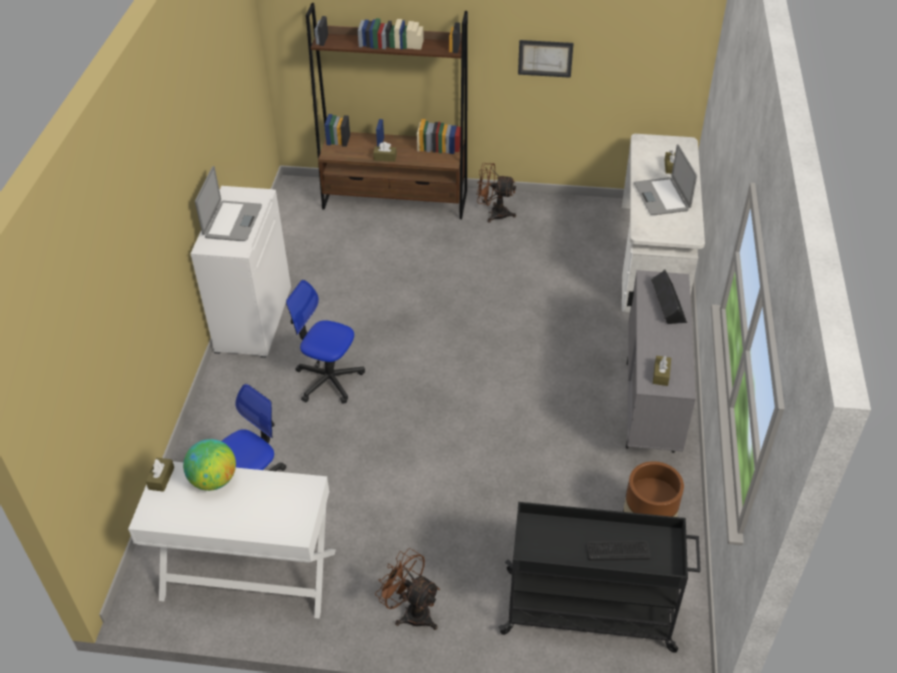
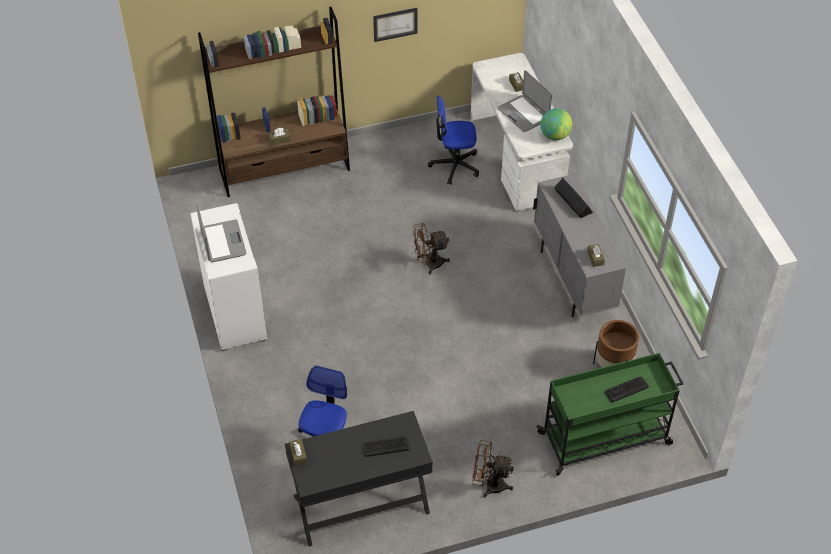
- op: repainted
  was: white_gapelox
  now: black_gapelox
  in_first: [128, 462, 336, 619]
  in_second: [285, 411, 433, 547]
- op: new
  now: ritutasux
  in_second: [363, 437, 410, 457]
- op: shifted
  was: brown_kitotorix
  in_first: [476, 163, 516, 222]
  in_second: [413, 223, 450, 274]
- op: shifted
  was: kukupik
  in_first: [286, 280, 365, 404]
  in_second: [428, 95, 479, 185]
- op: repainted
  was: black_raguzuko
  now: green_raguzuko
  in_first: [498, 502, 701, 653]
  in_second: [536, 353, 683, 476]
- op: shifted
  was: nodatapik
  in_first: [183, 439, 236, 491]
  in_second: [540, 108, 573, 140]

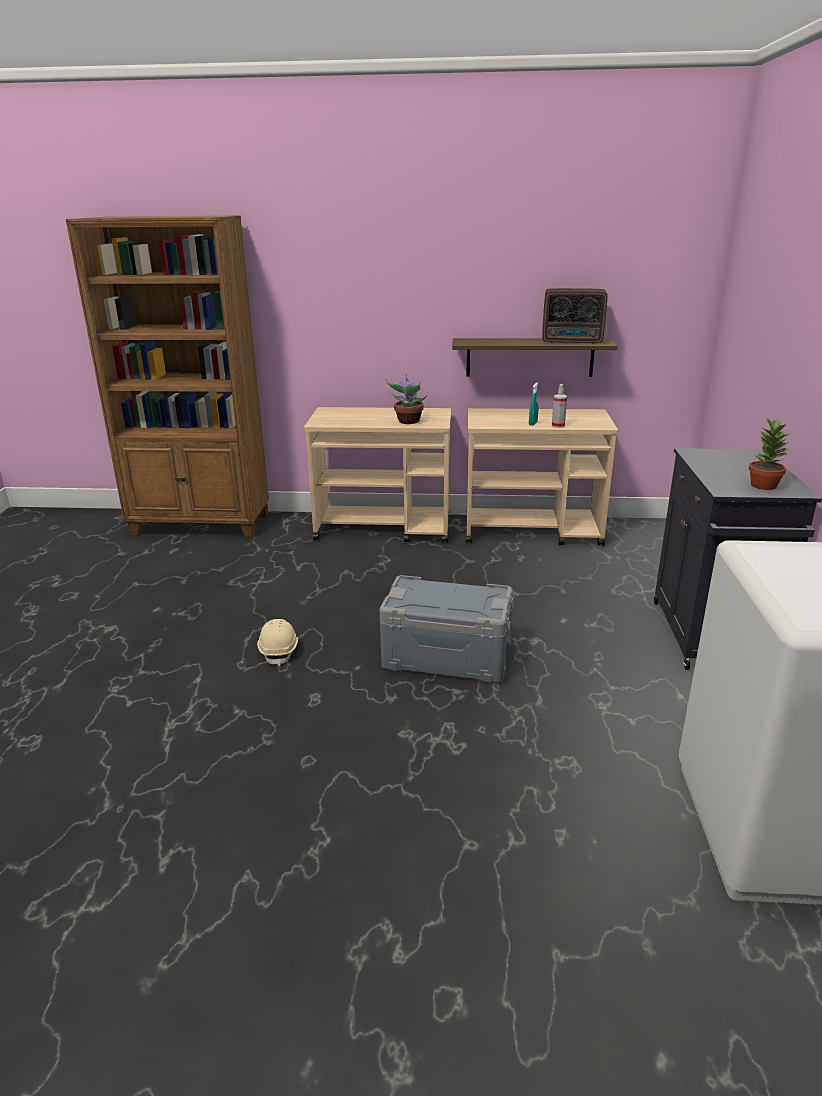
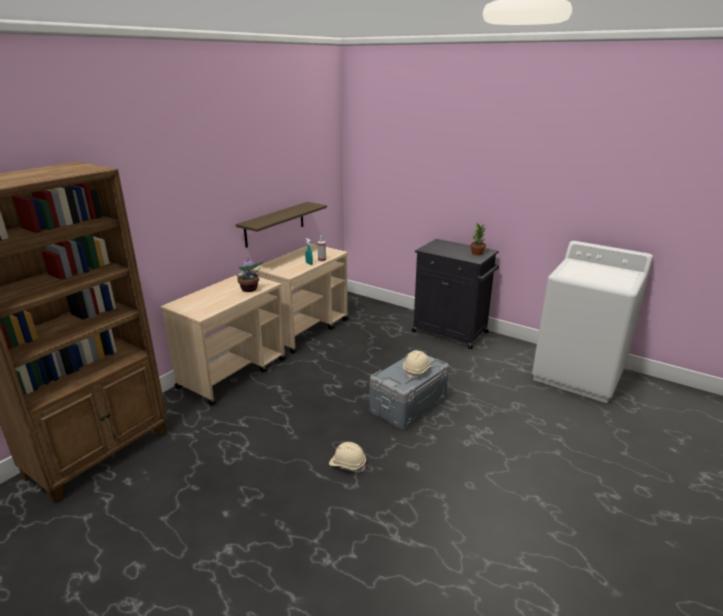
- op: new
  now: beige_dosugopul
  in_second: [403, 351, 431, 380]
- op: gone
  was: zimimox
  in_first: [542, 288, 608, 344]

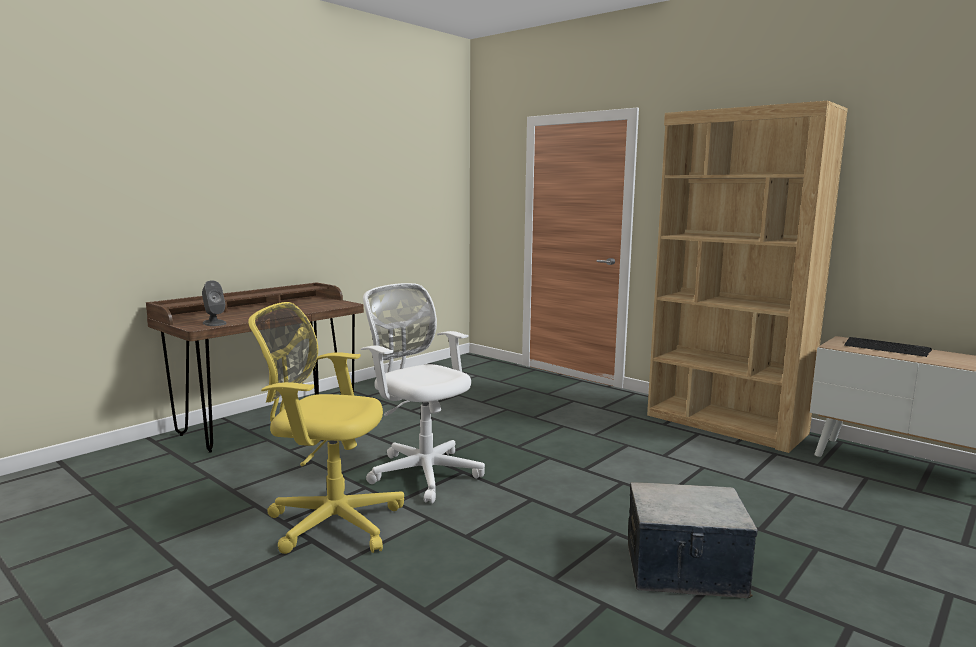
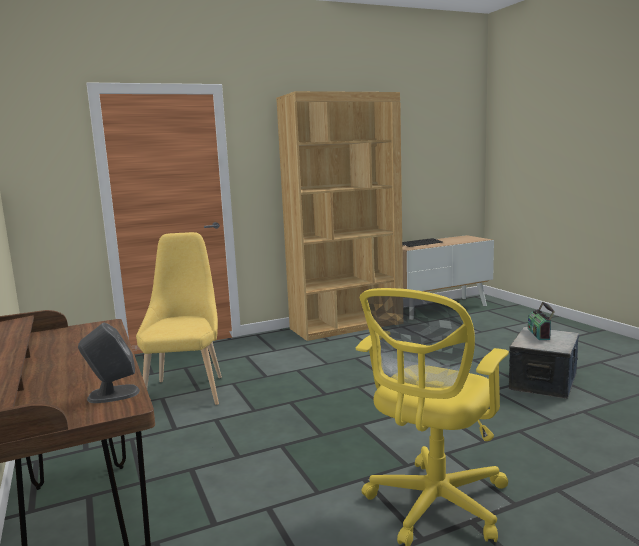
- op: new
  now: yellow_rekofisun
  in_second: [136, 232, 222, 405]
- op: new
  now: zimimox
  in_second: [528, 302, 555, 340]
- op: gone
  was: white_kukupik
  in_first: [361, 283, 485, 503]

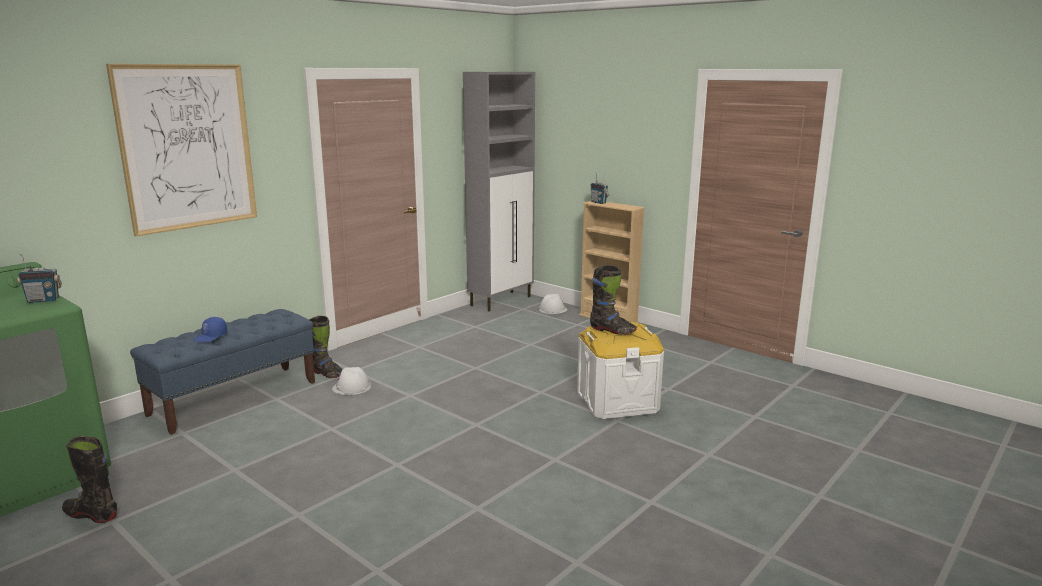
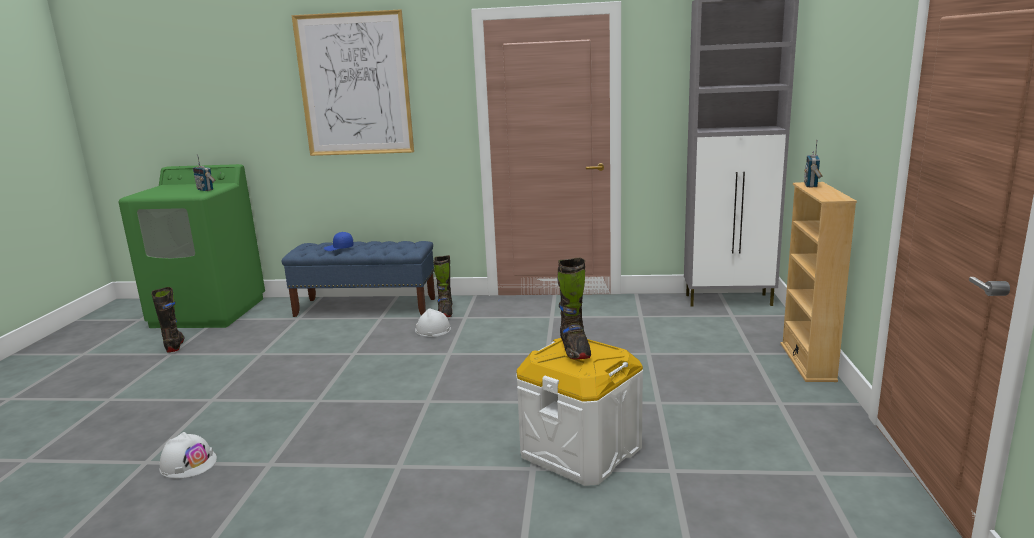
- op: shifted
  was: white_dosugopul
  in_first: [539, 294, 568, 314]
  in_second: [159, 432, 217, 478]

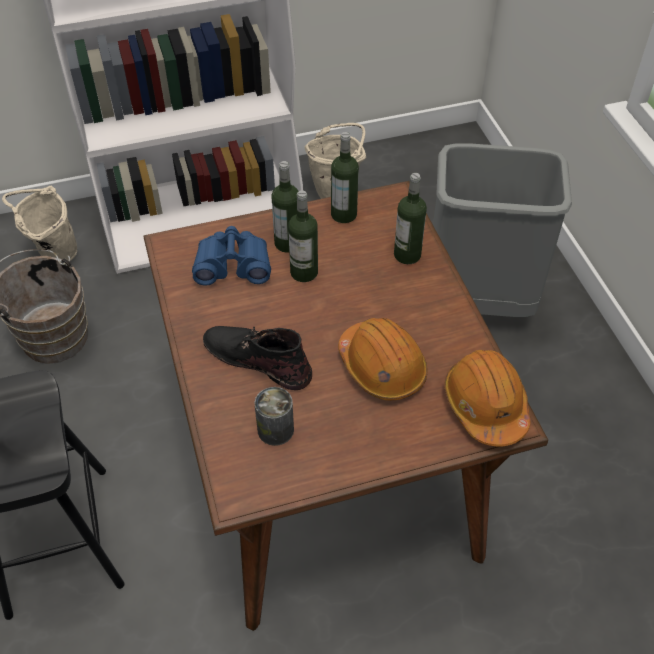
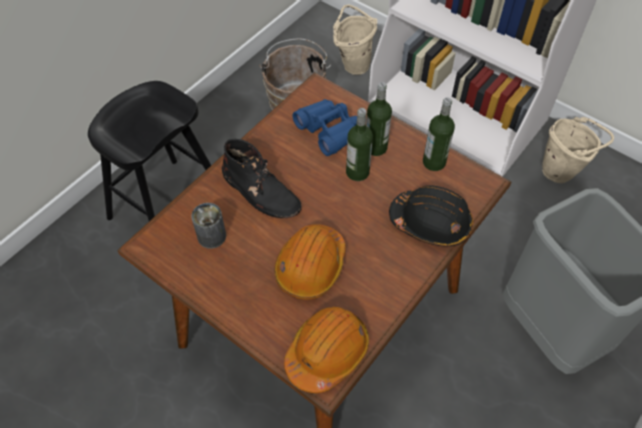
- op: rotated
  was: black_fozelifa
  in_first: [203, 326, 312, 390]
  in_second: [222, 139, 302, 218]
  clockwise: 135
- op: swapped
  was: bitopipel
  now: black_dosugopul
  in_first: [394, 173, 427, 264]
  in_second: [389, 185, 473, 247]

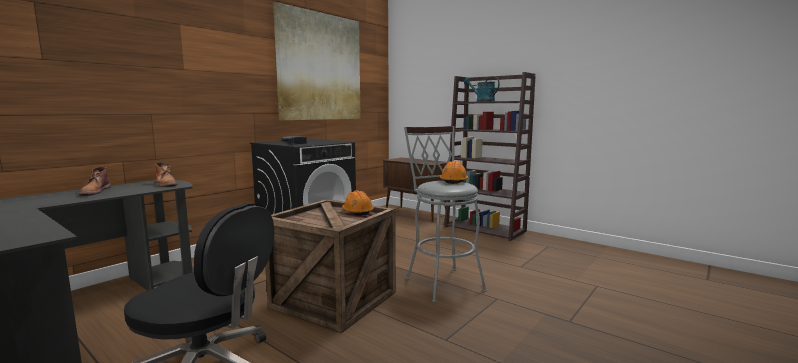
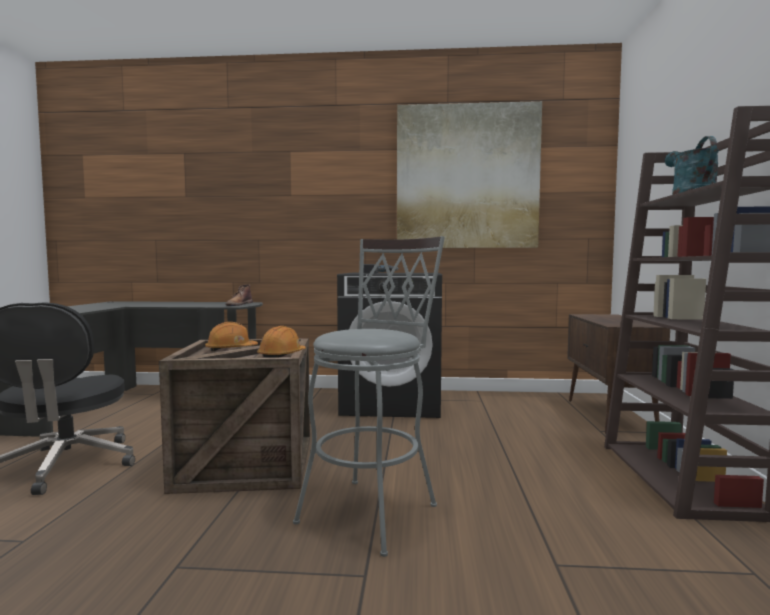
- op: shifted
  was: orange_dosugopul
  in_first: [440, 160, 468, 184]
  in_second: [205, 322, 258, 351]
- op: gone
  was: brown_fozelifa
  in_first: [78, 167, 111, 196]

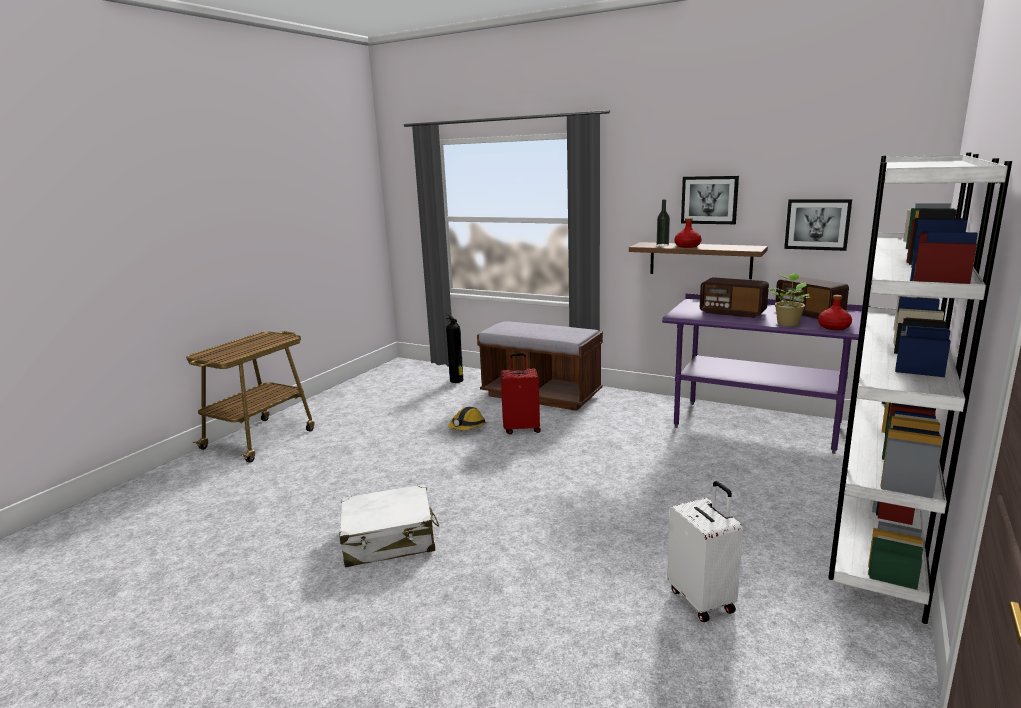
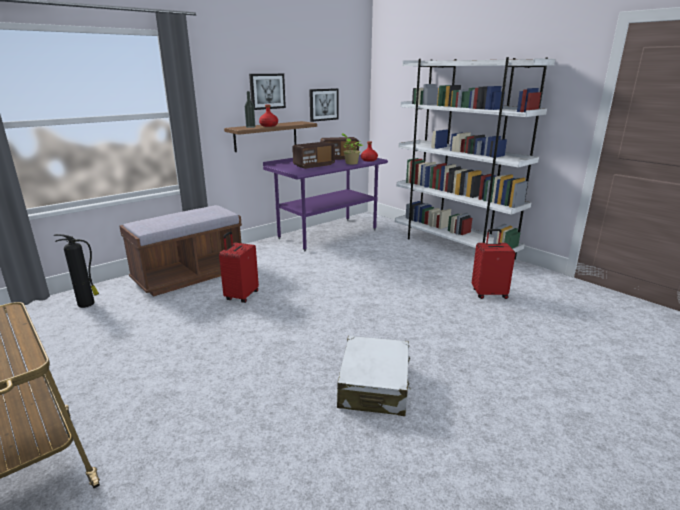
- op: repainted
  was: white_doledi
  now: red_doledi
  in_first: [667, 481, 743, 622]
  in_second: [472, 229, 515, 299]
- op: gone
  was: dosugopul
  in_first: [448, 407, 487, 430]

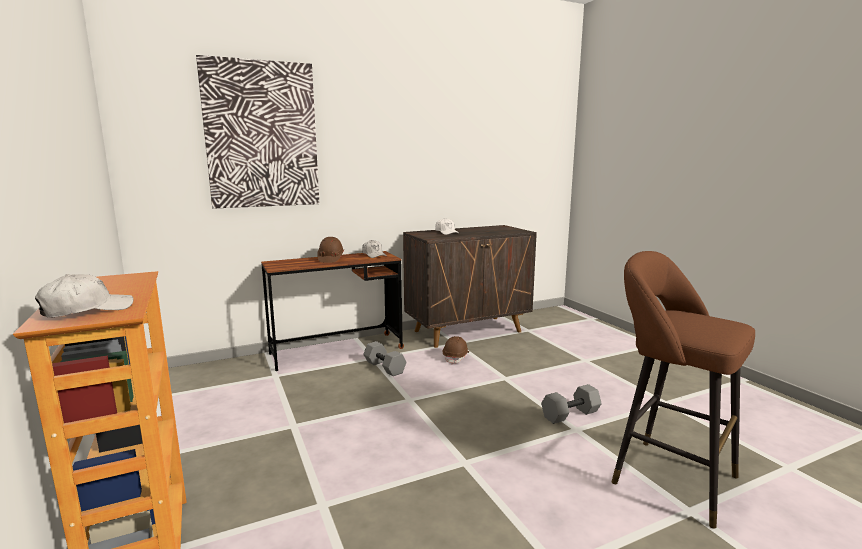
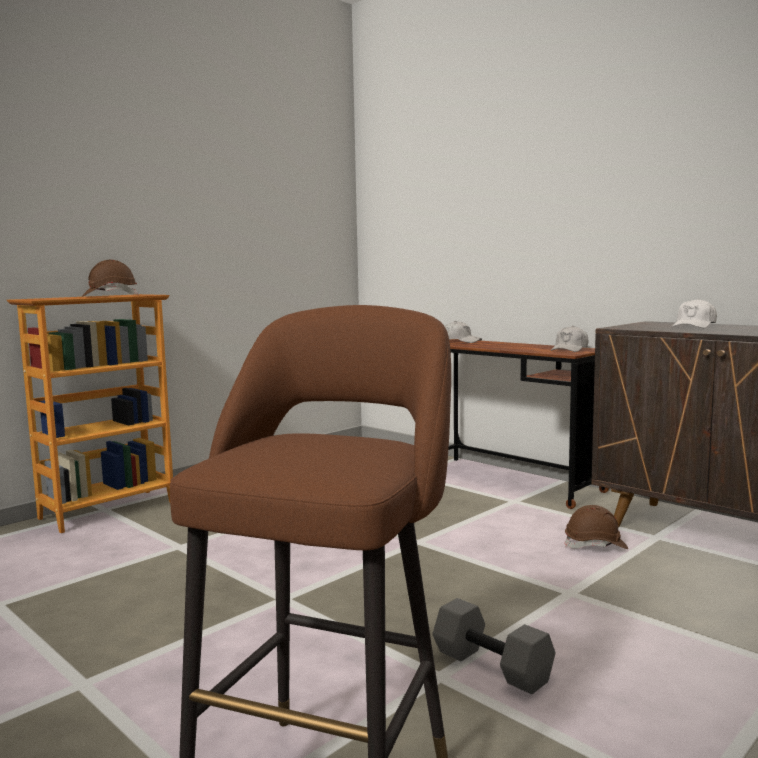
- op: shifted
  was: brown_dosugopul
  in_first: [317, 237, 344, 263]
  in_second: [82, 260, 138, 297]
- op: shifted
  was: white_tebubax
  in_first: [35, 274, 133, 317]
  in_second: [445, 321, 482, 343]
- op: gone
  was: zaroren
  in_first: [196, 55, 319, 209]
- op: gone
  was: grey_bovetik
  in_first: [363, 341, 406, 376]

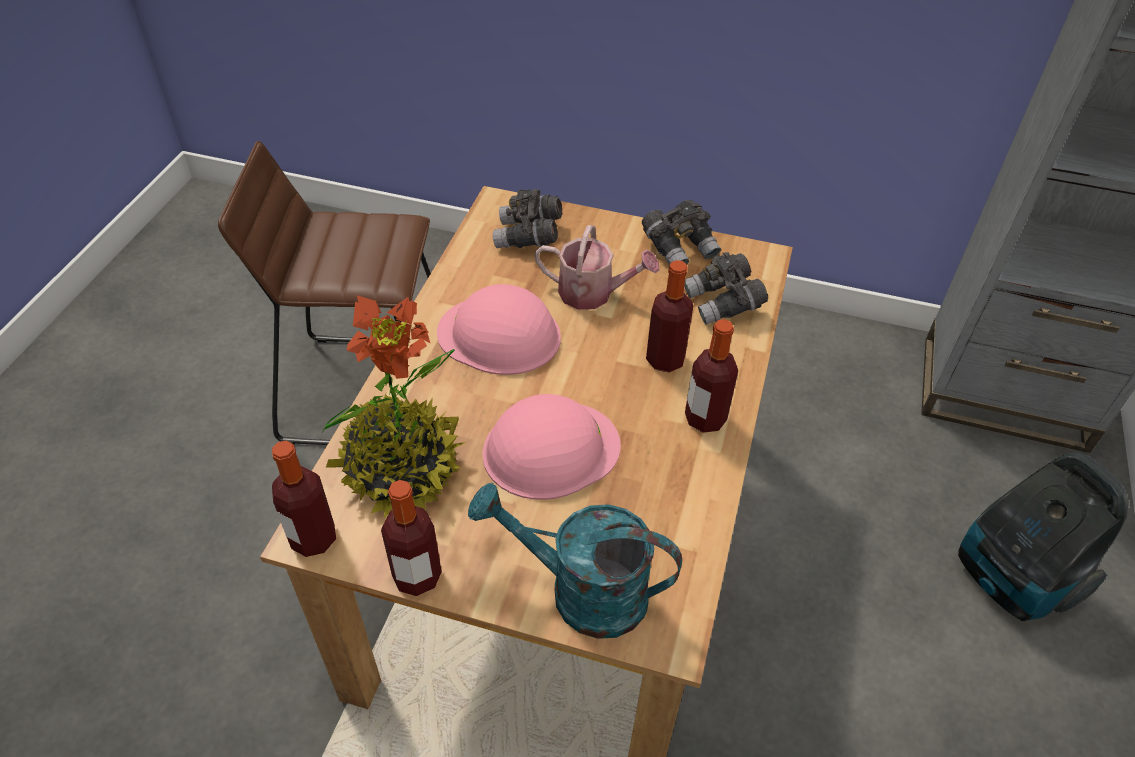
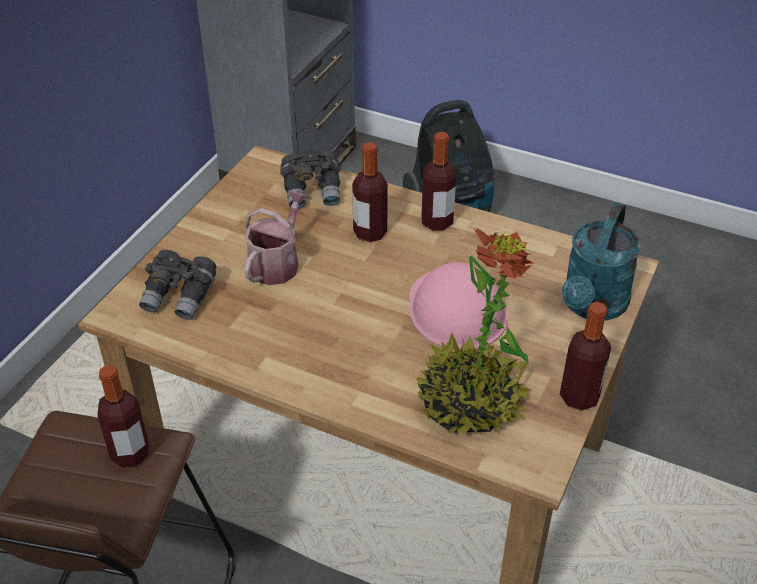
- op: shifted
  was: bitopipel
  in_first: [272, 441, 336, 557]
  in_second: [97, 365, 149, 468]
- op: gone
  was: pink_dosugopul
  in_first: [437, 284, 561, 375]
- op: gone
  was: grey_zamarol
  in_first: [642, 200, 721, 265]

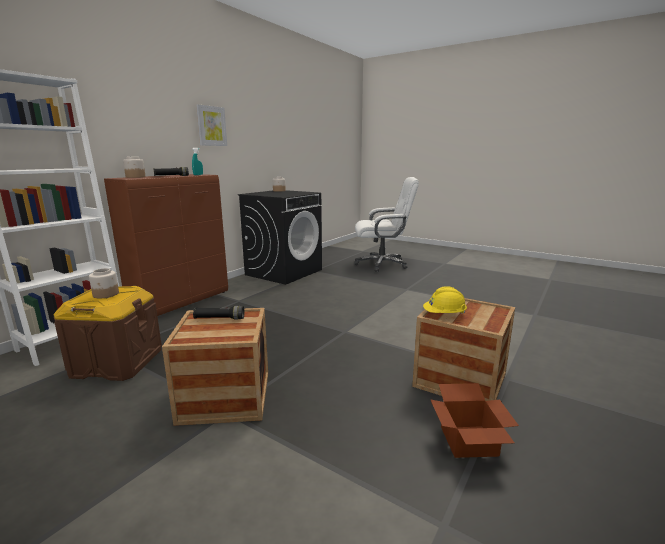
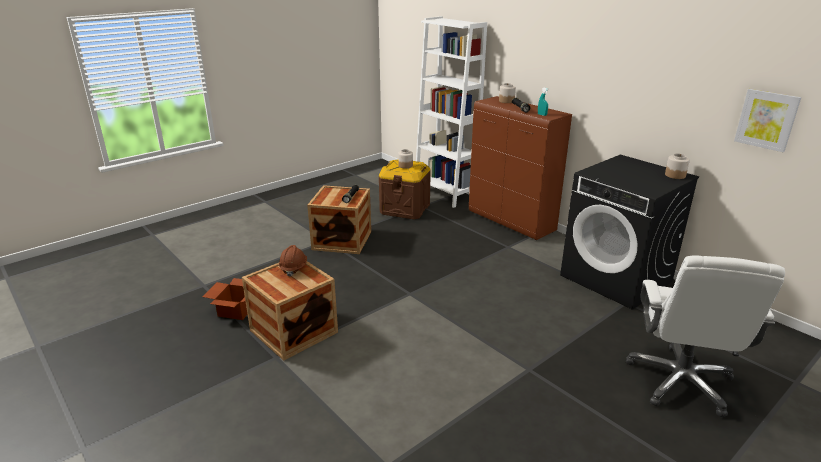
- op: repainted
  was: yellow_dosugopul
  now: brown_dosugopul
  in_first: [423, 286, 467, 313]
  in_second: [279, 245, 307, 277]
- op: shifted
  was: zaroren
  in_first: [196, 104, 227, 146]
  in_second: [734, 89, 801, 152]

